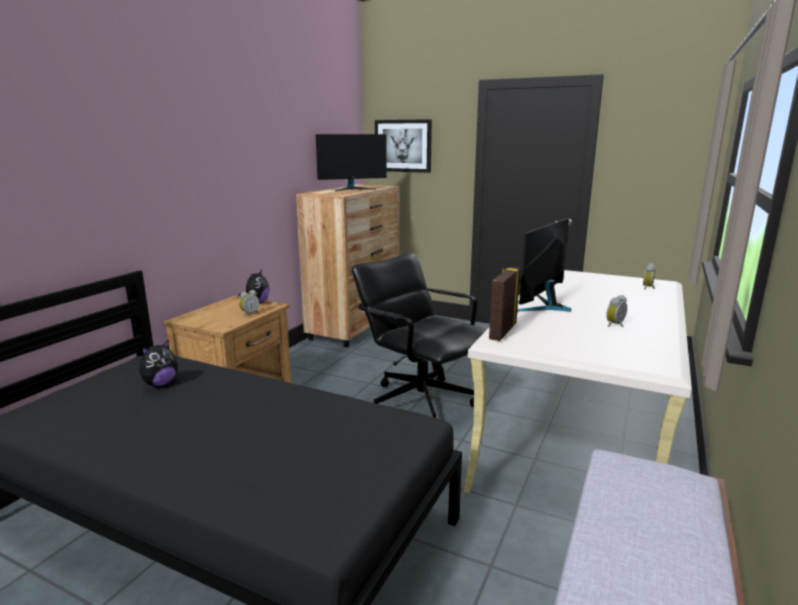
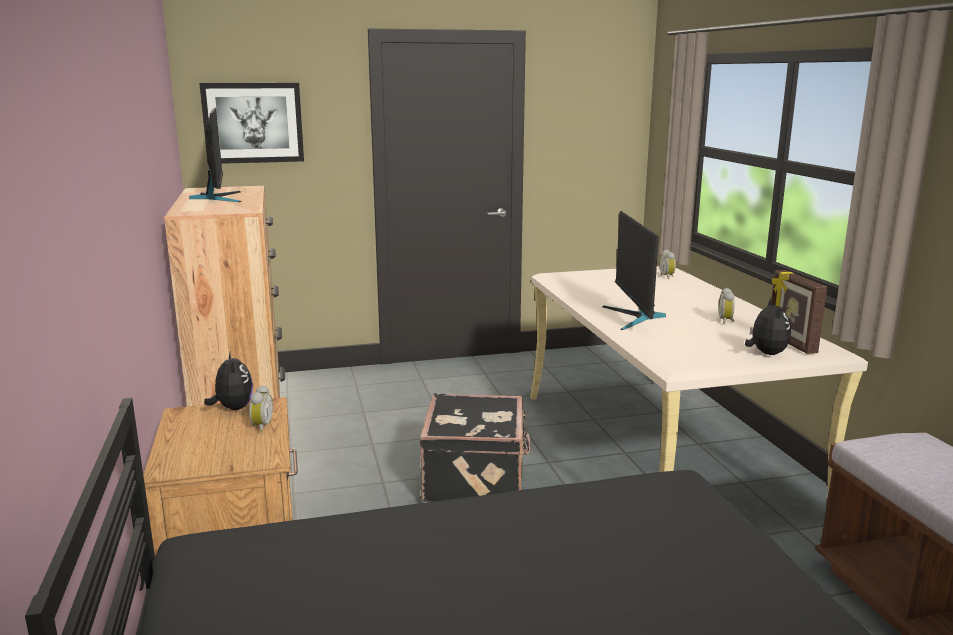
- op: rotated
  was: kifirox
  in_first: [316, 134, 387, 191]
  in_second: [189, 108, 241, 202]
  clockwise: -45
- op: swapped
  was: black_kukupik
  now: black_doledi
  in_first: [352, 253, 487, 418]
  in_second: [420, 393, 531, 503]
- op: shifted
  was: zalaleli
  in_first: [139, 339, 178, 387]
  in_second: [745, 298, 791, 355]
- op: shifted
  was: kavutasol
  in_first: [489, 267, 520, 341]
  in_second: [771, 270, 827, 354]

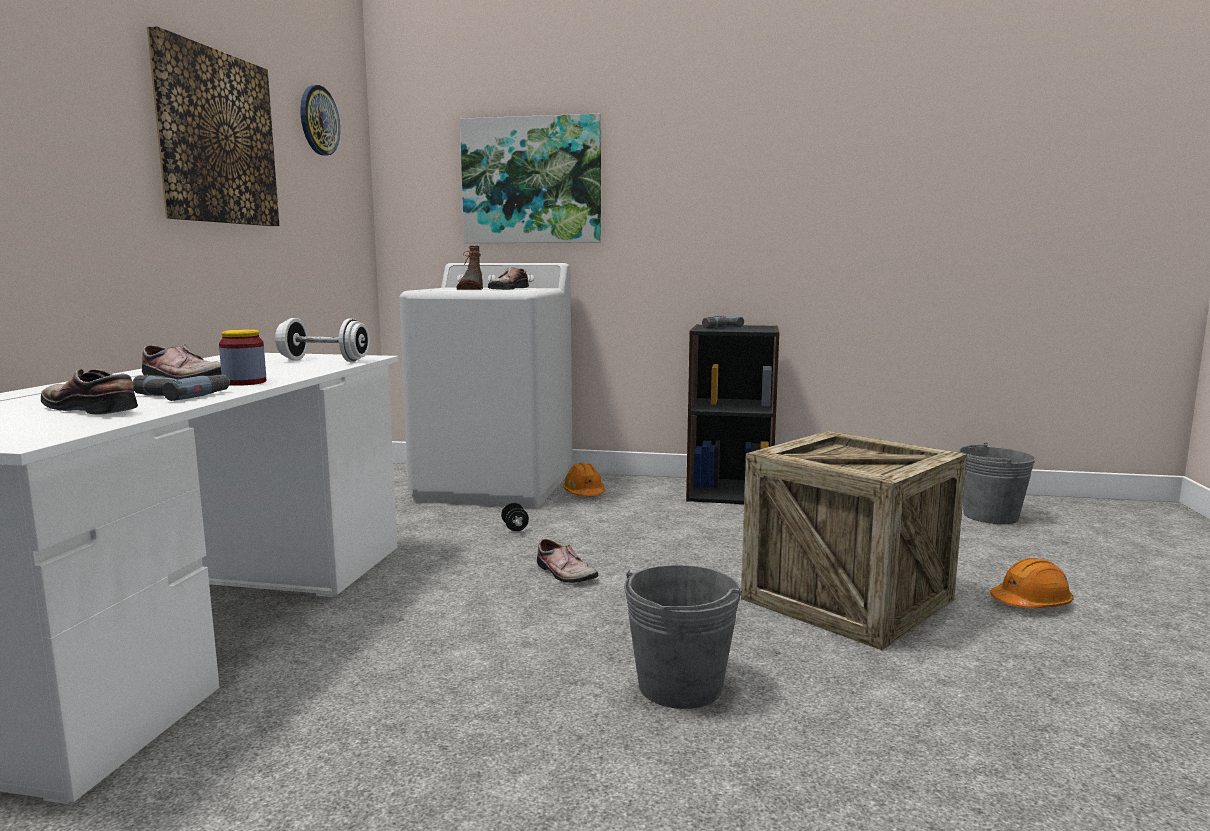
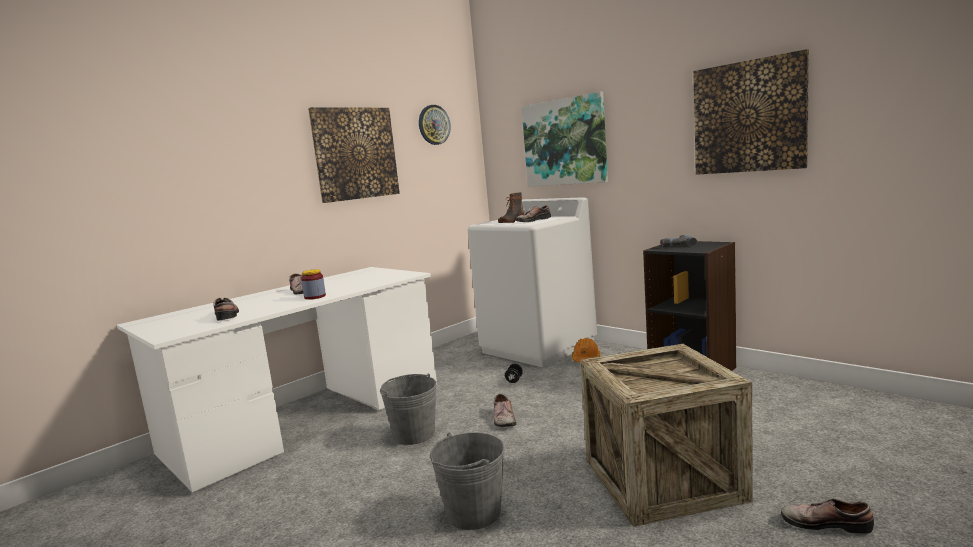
- op: shifted
  was: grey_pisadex
  in_first: [958, 443, 1036, 524]
  in_second: [380, 373, 437, 445]
- op: new
  now: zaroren
  in_second: [693, 49, 809, 175]
- op: swapped
  was: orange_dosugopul
  now: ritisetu
  in_first: [990, 558, 1074, 608]
  in_second: [781, 498, 874, 534]
- op: gone
  was: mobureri
  in_first: [133, 375, 230, 401]
- op: gone
  was: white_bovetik
  in_first: [275, 318, 370, 362]

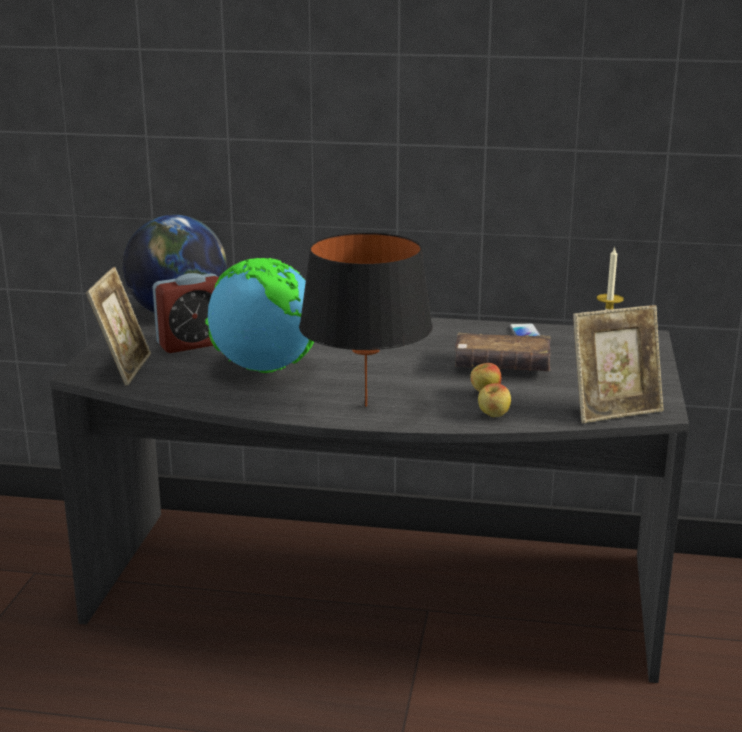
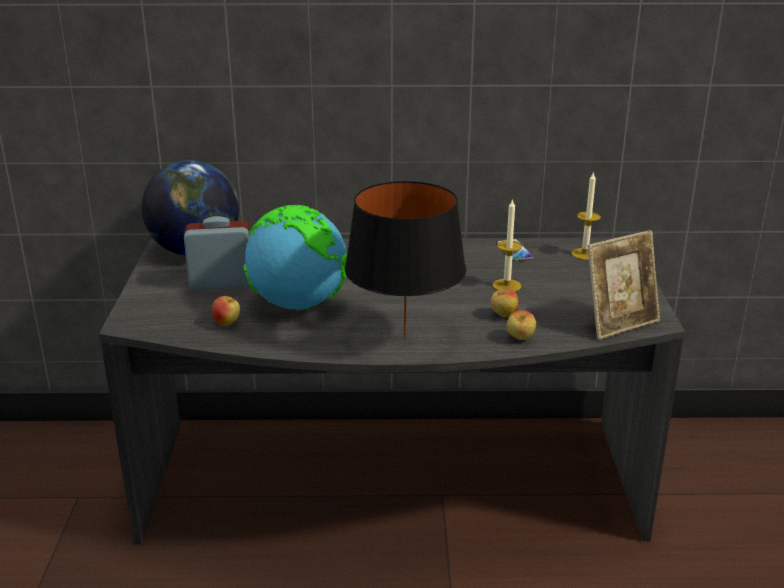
- op: rotated
  was: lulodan
  in_first: [152, 273, 219, 353]
  in_second: [184, 216, 250, 290]
  clockwise: -150
- op: new
  now: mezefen
  in_second: [212, 296, 240, 326]
- op: swapped
  was: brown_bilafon
  now: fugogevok
  in_first: [455, 333, 551, 371]
  in_second: [493, 198, 522, 292]
- op: gone
  was: kavutasol
  in_first: [86, 267, 151, 386]

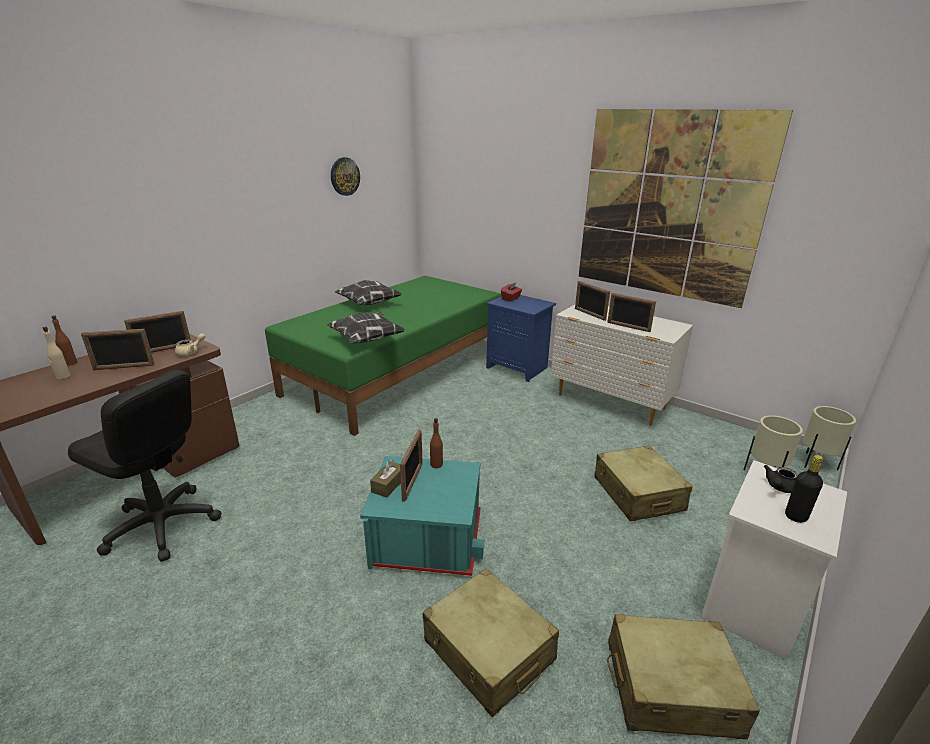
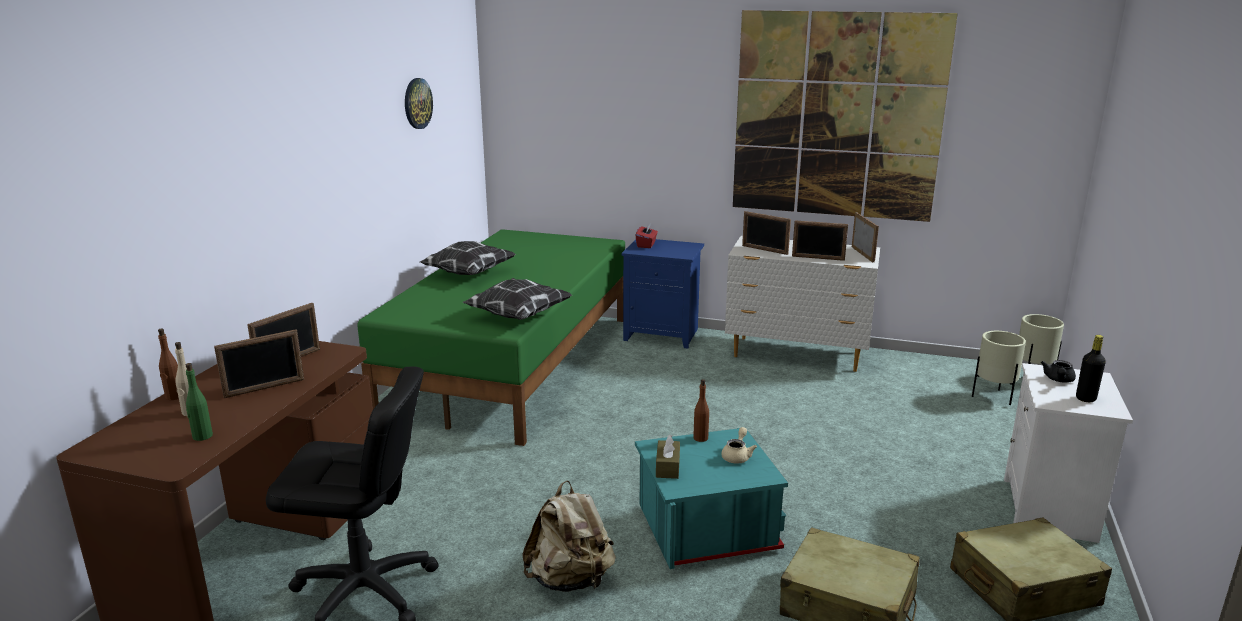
- op: new
  now: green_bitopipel
  in_second: [186, 363, 213, 441]
- op: new
  now: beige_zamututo
  in_second: [522, 481, 616, 592]
- op: shifted
  was: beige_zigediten
  in_first: [175, 333, 206, 356]
  in_second: [721, 427, 757, 464]
- op: shifted
  was: kavutasol
  in_first: [400, 429, 423, 502]
  in_second: [852, 212, 879, 262]
- op: gone
  was: beige_doledi
  in_first: [594, 446, 692, 521]

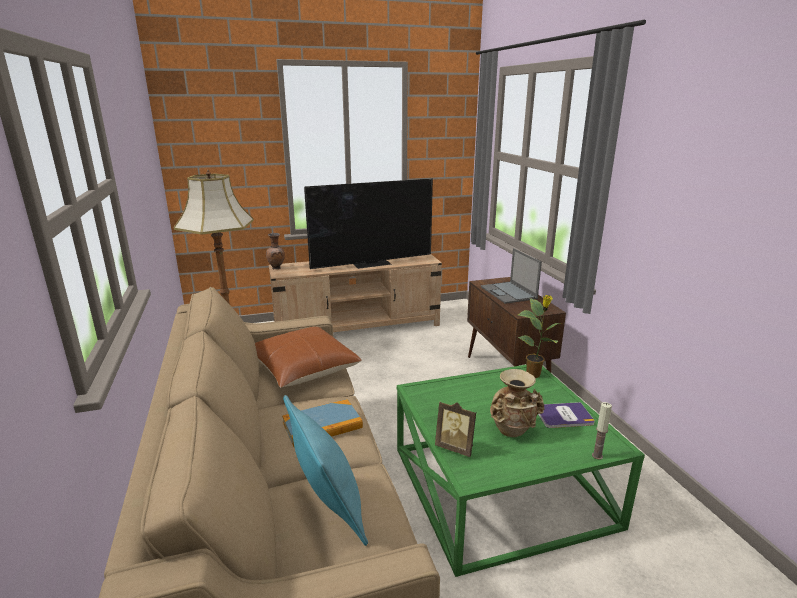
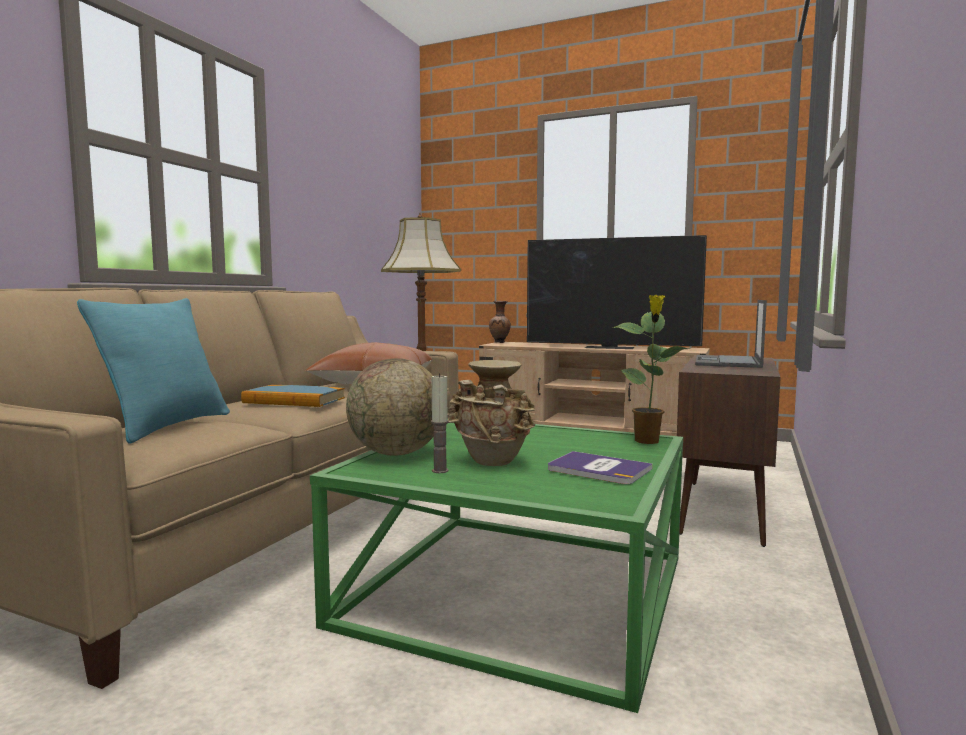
- op: swapped
  was: kavutasol
  now: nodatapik
  in_first: [435, 401, 476, 457]
  in_second: [346, 358, 434, 456]
- op: shifted
  was: fugogevok
  in_first: [592, 402, 612, 460]
  in_second: [431, 373, 448, 473]

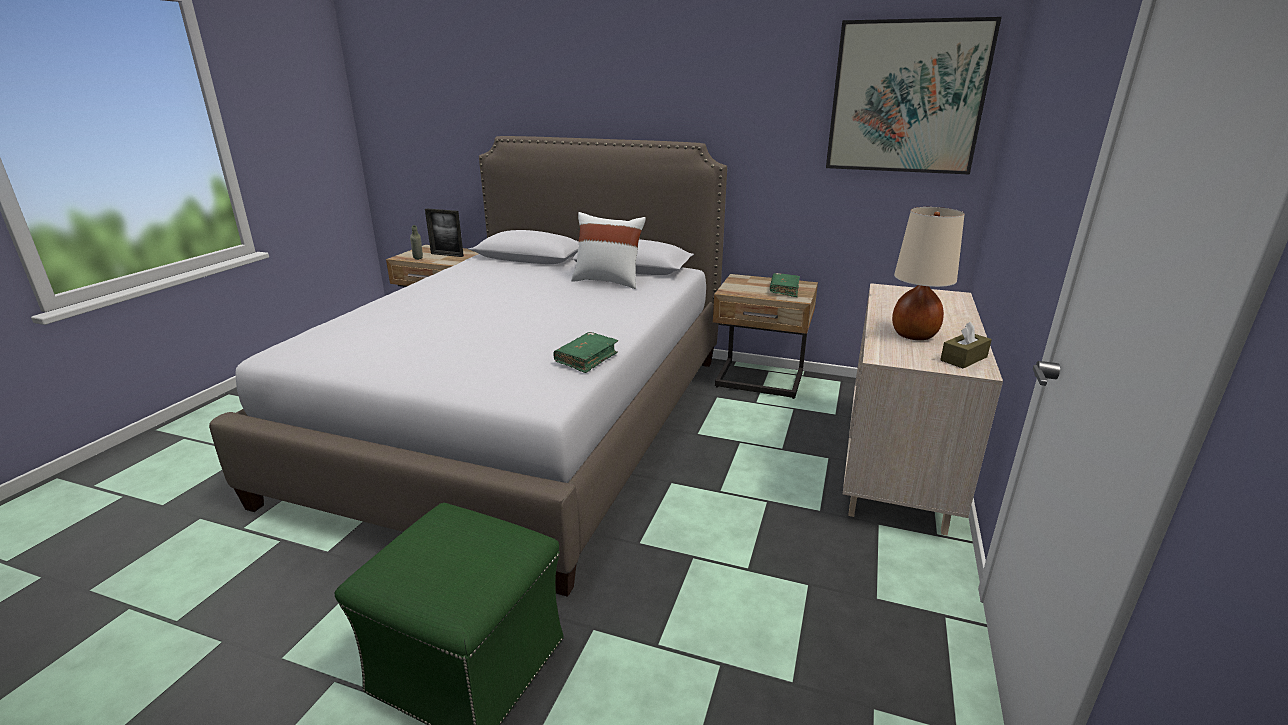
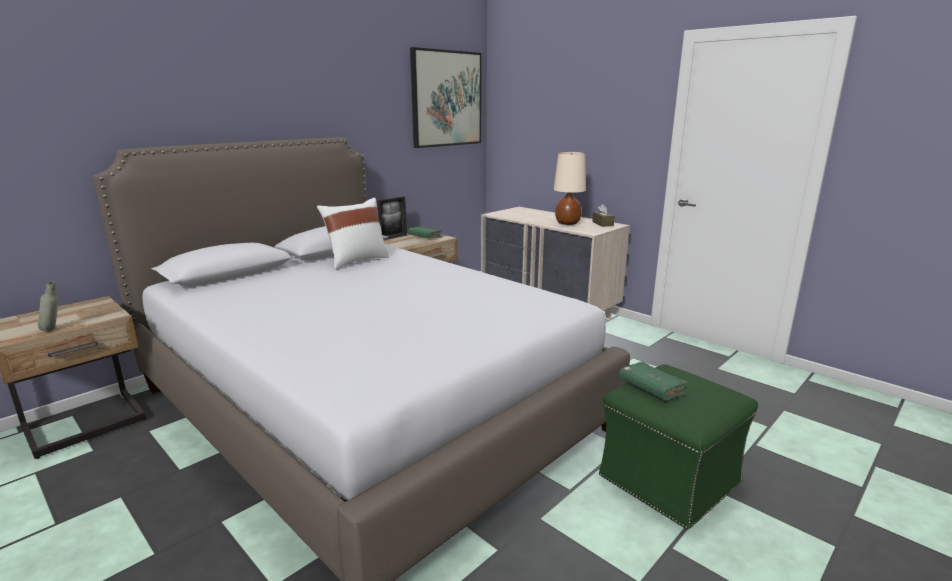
- op: shifted
  was: kavutasol
  in_first: [425, 208, 464, 257]
  in_second: [377, 196, 407, 240]
- op: shifted
  was: green_bilafon
  in_first: [553, 332, 618, 373]
  in_second: [619, 362, 688, 401]

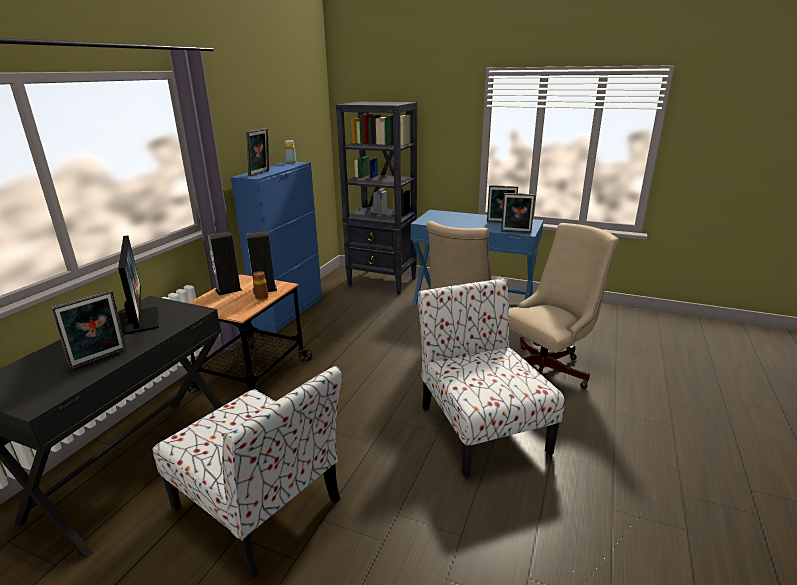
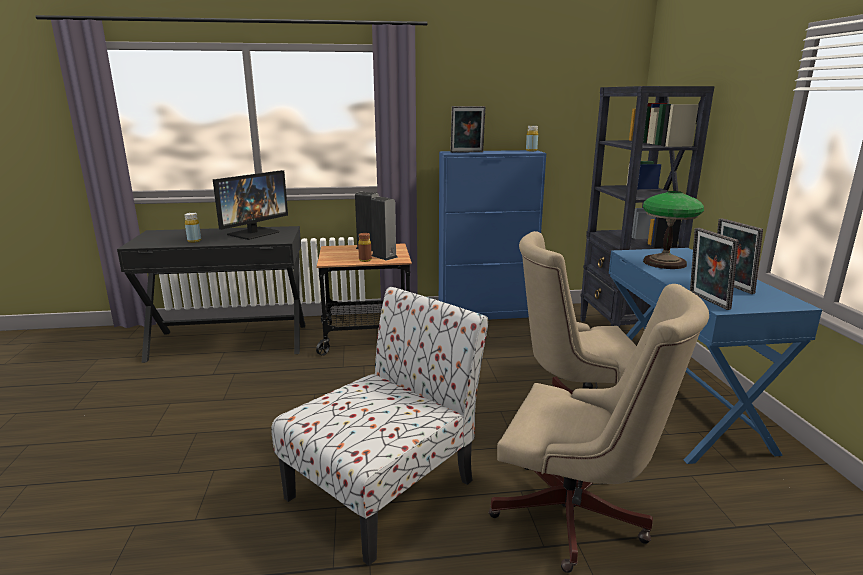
- op: swapped
  was: kavutasol
  now: yellow_bitopipel
  in_first: [51, 290, 127, 370]
  in_second: [184, 213, 201, 243]
- op: new
  now: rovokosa
  in_second: [643, 191, 704, 269]
- op: gone
  was: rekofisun
  in_first: [153, 366, 342, 579]

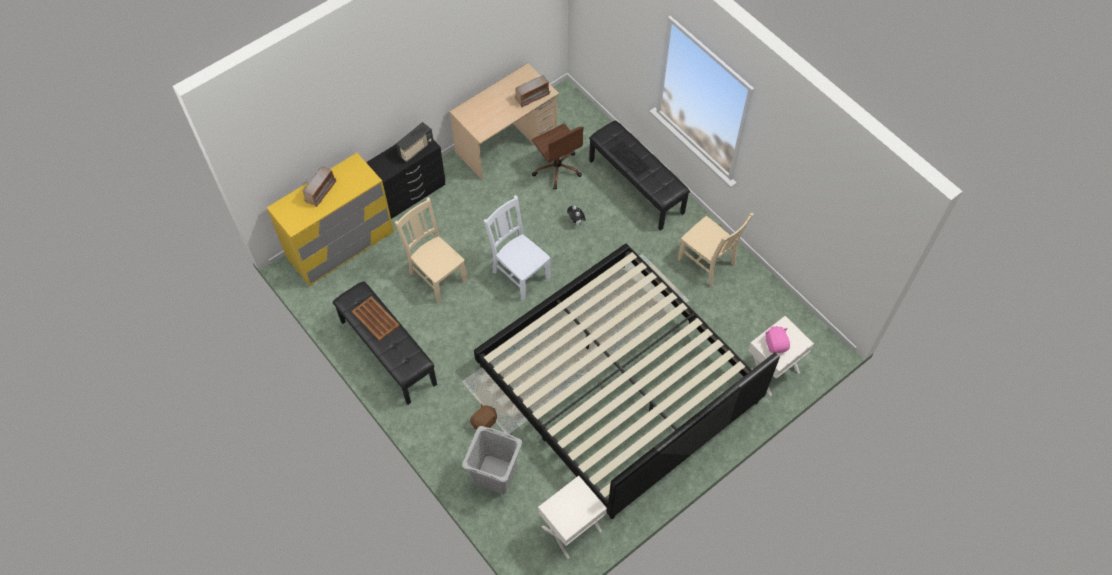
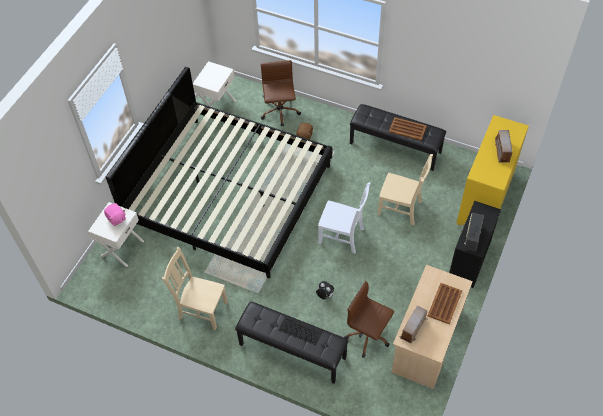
- op: swapped
  was: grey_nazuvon
  now: brown_kukupik
  in_first: [462, 426, 522, 494]
  in_second: [261, 60, 301, 127]
- op: new
  now: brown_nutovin
  in_second: [428, 283, 462, 325]

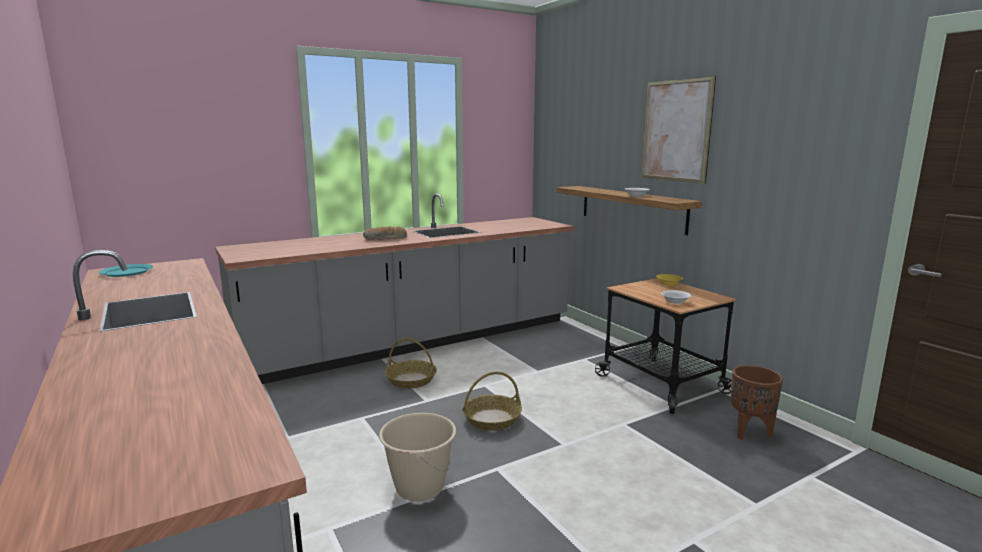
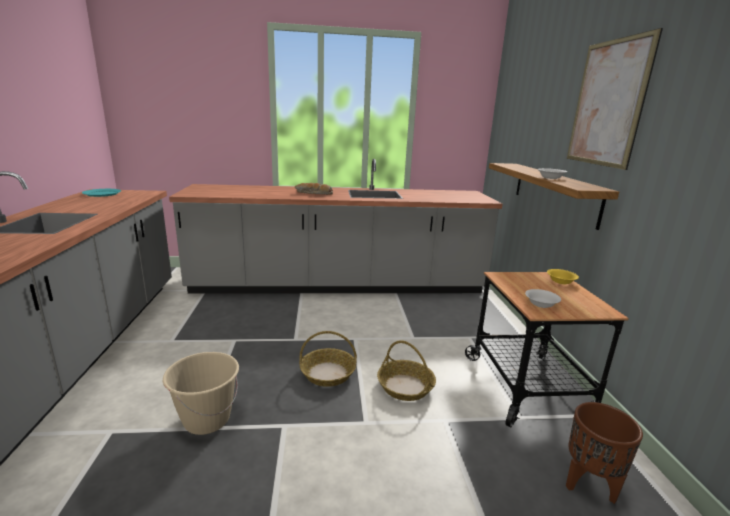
- op: shifted
  was: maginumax
  in_first: [385, 338, 437, 388]
  in_second: [377, 340, 436, 401]

